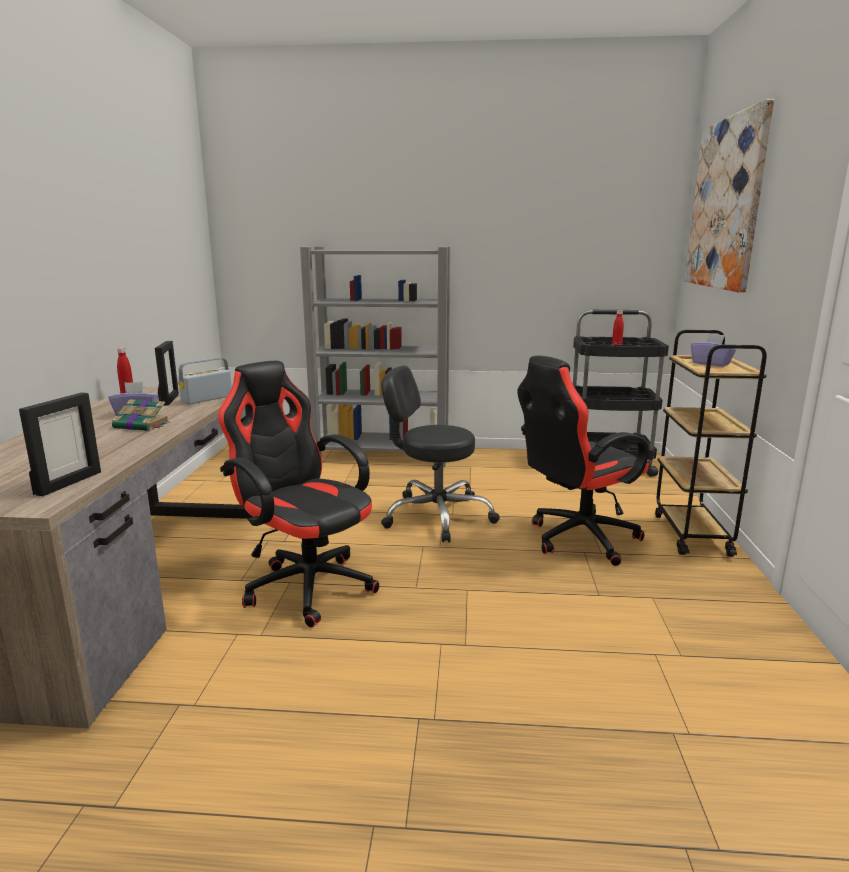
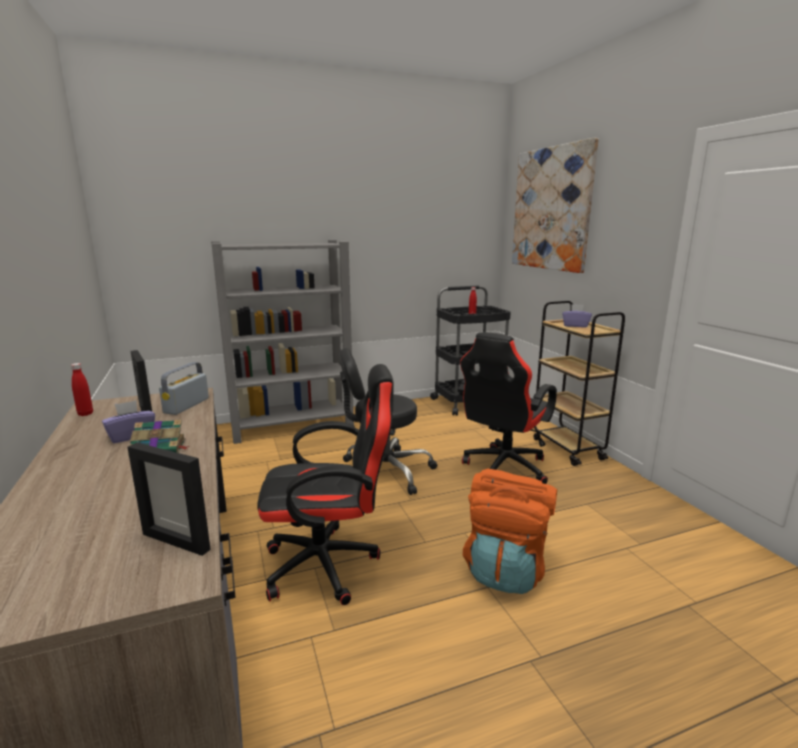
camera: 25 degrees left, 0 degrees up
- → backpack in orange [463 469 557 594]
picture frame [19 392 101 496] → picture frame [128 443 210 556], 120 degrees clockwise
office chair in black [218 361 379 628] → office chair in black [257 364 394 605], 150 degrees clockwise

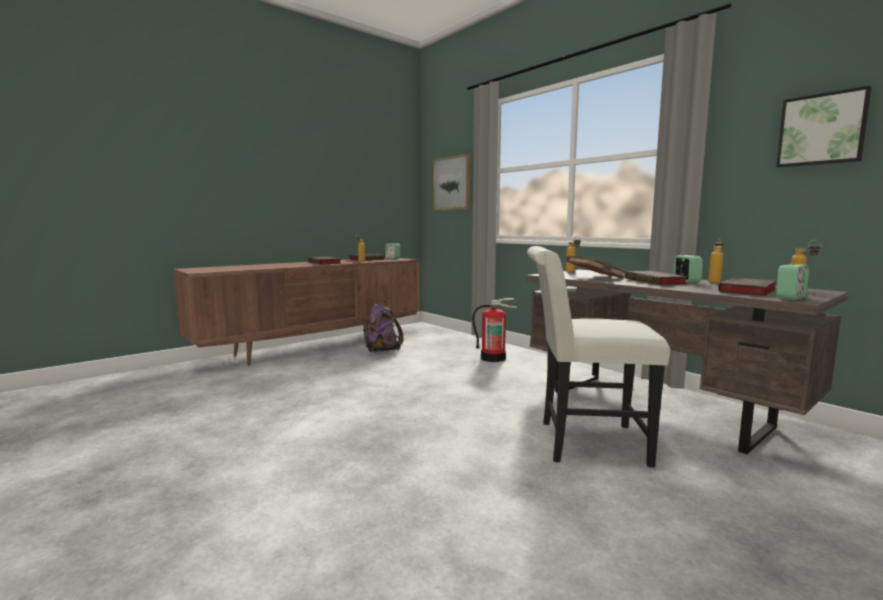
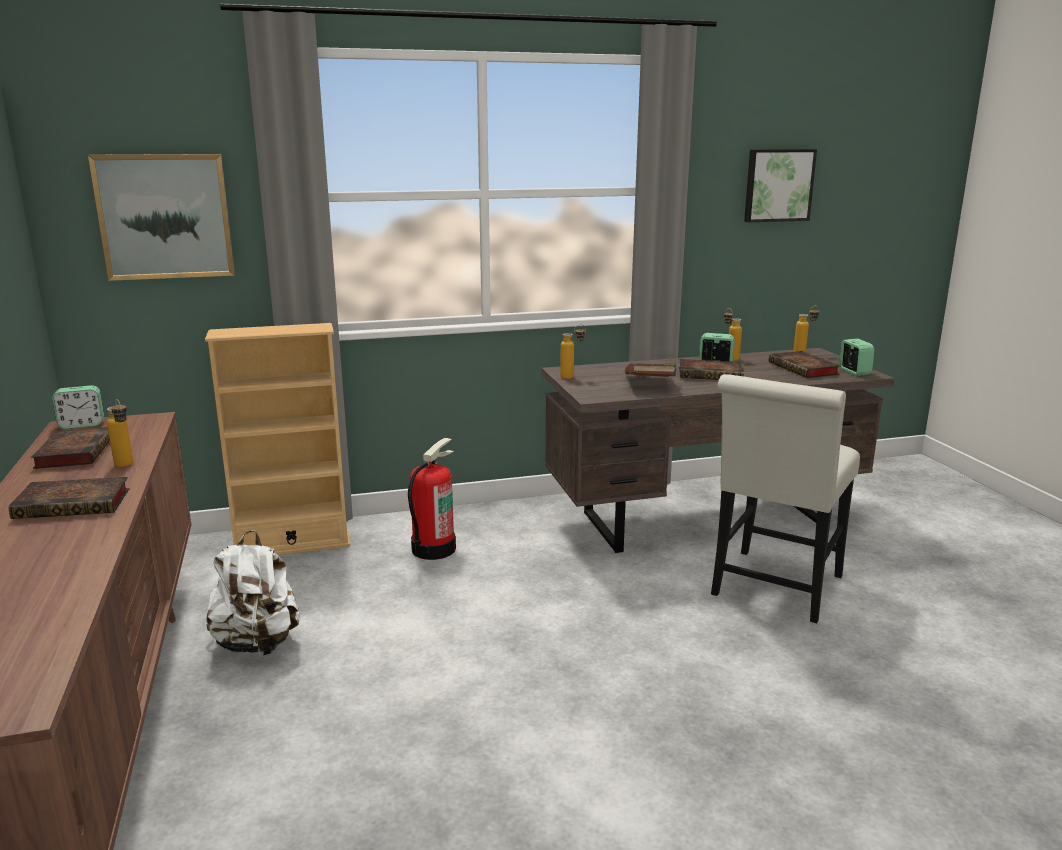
camera: 65 degrees left, 10 degrees up
- → bookcase in beige [205 323 350 555]
backpack in purple [363 300 404 352] → backpack in white [206 530 300 656]

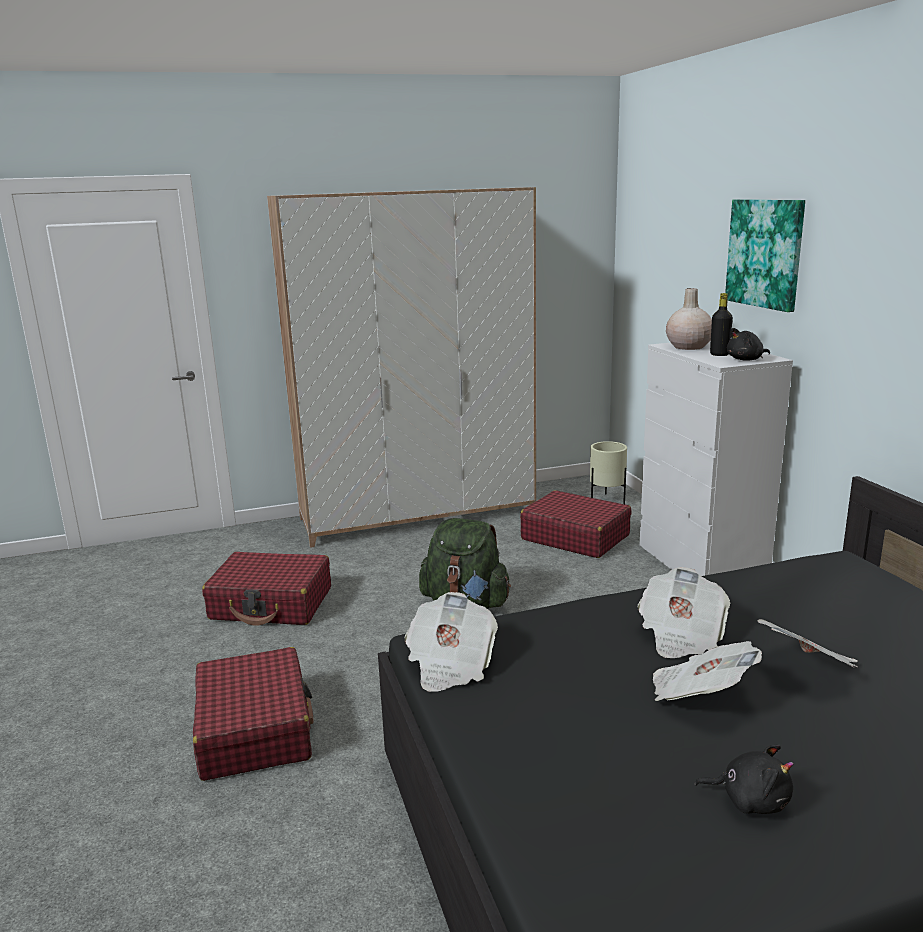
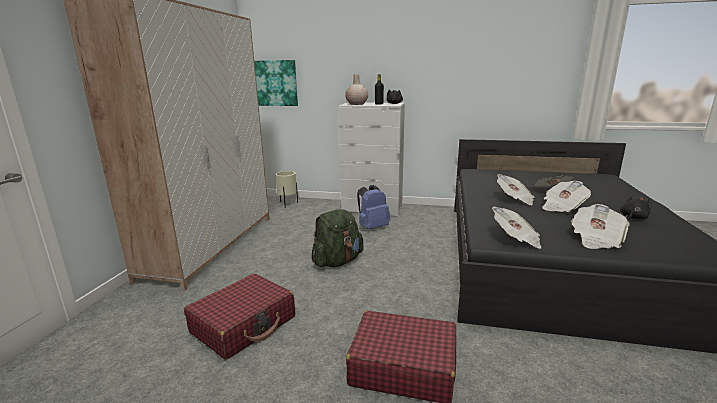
camera: 60 degrees left, 0 degrees up
suitcase in red [520 490 632 558] → -
- → backpack in blue [357 185 390 229]
- → newspaper [571 204 630 249]
picture [725 199 805 312] → picture [254 60 298 106], shifted

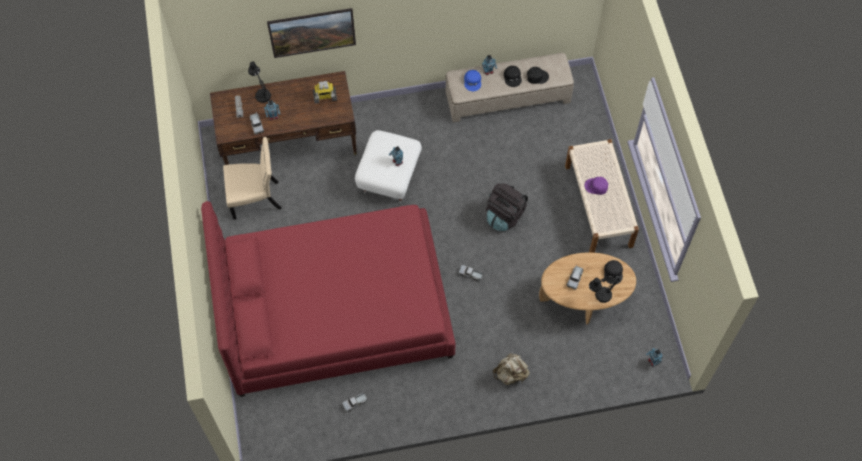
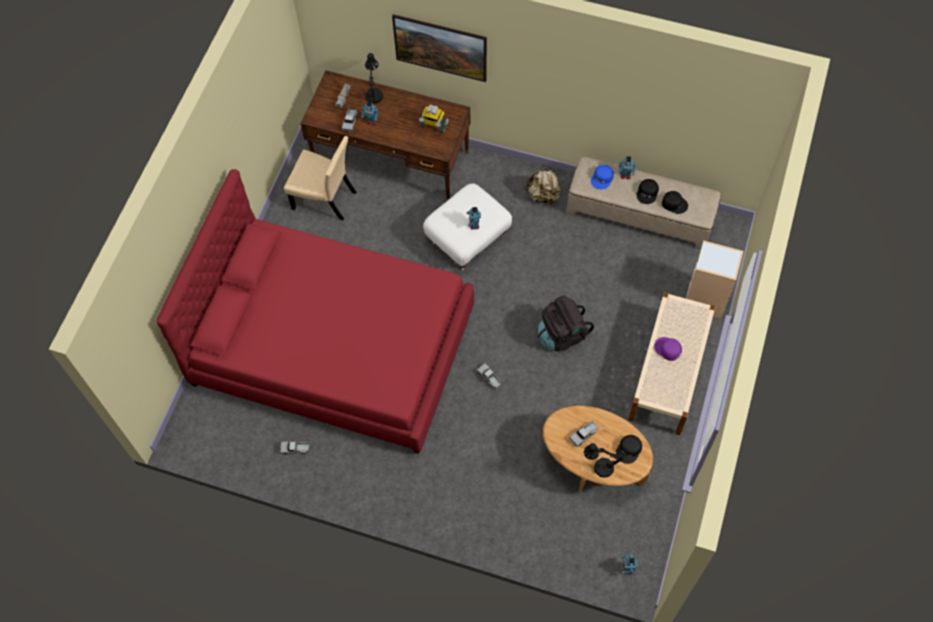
camera: 30 degrees right, 0 degrees up
- → bookcase [686 240 743 319]
backpack in beige [493 353 530 385] → backpack in beige [526 167 561 205], shifted

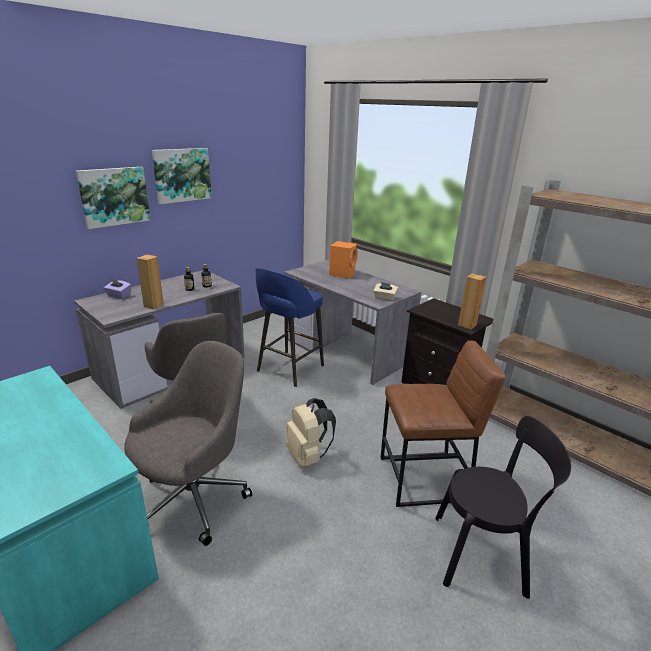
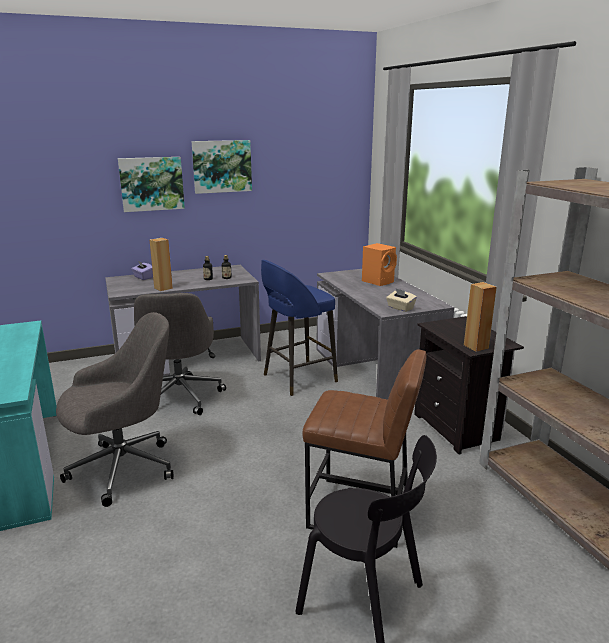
camera: 25 degrees right, 5 degrees down
backpack in beige [286 398 336 467] → -

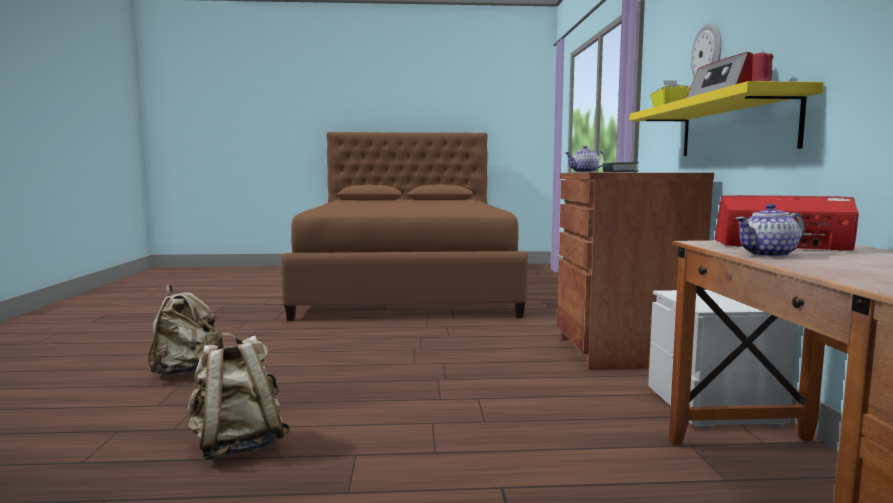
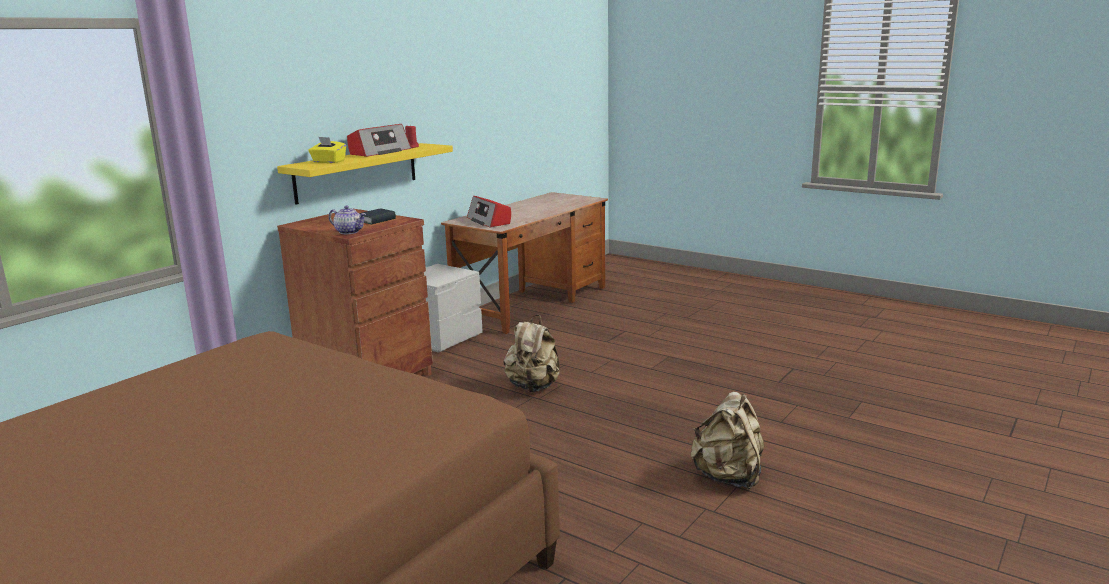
camera: 140 degrees left, 10 degrees up
wall clock [691 23 722 78] → -
teapot [735 204 805 257] → -
backpack in beige [188 333 290 460] → backpack in beige [504 315 560 392], shifted

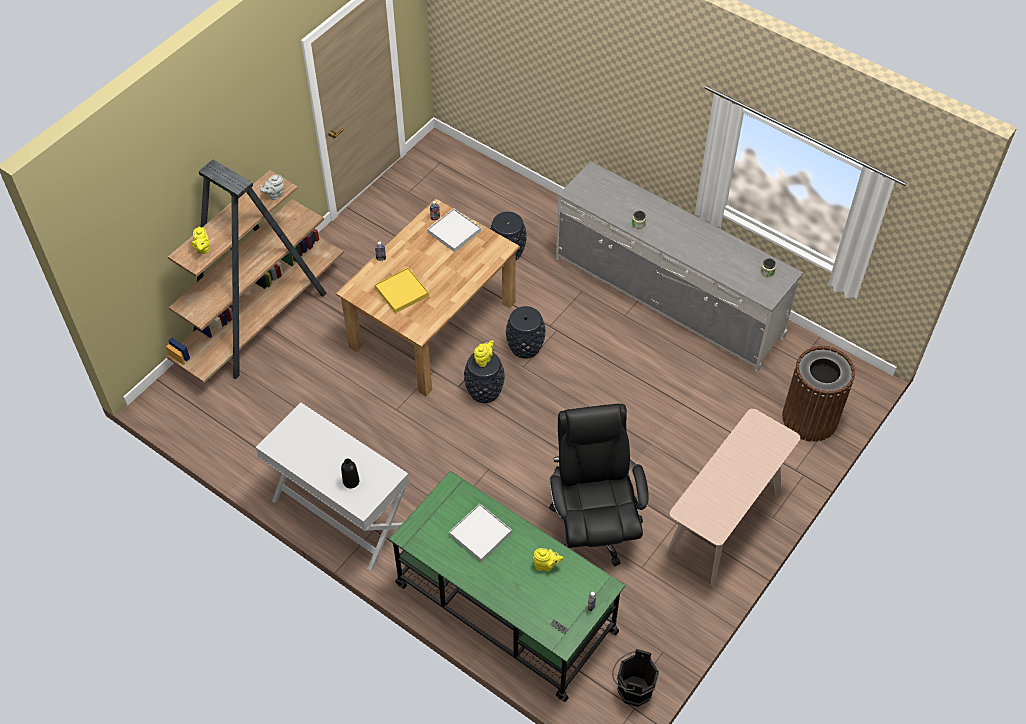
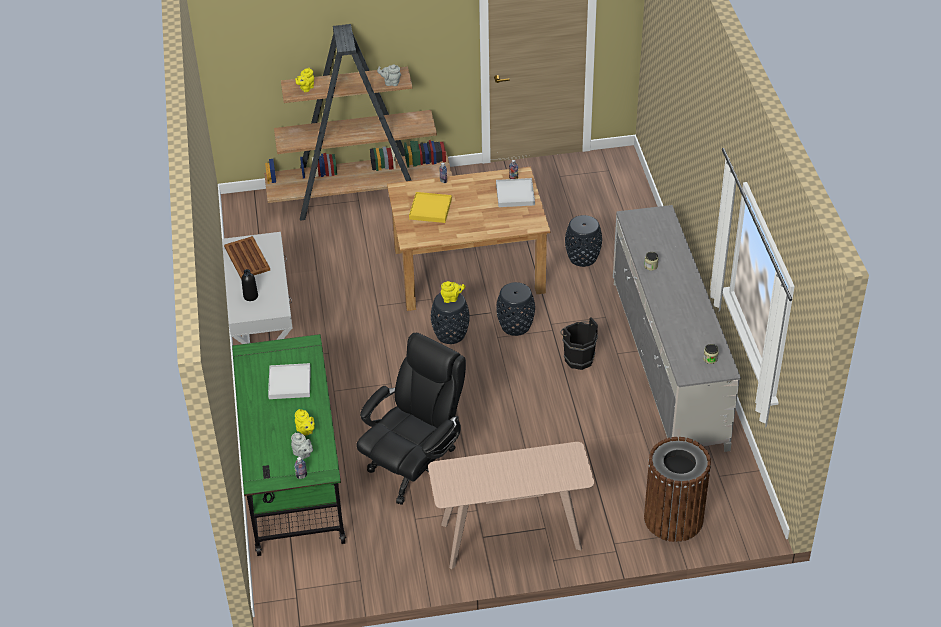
camera: 45 degrees right, 10 degrees down
- → tray in brown [224 236 270 279]
- → teapot in grey [291 432 313 460]
bucket in black [612 649 659 707] → bucket in black [560 317 598 370], shifted

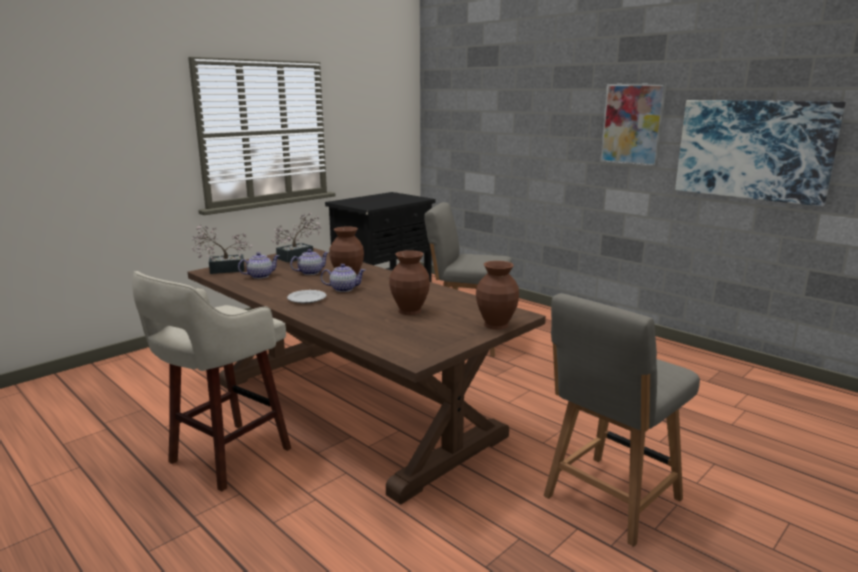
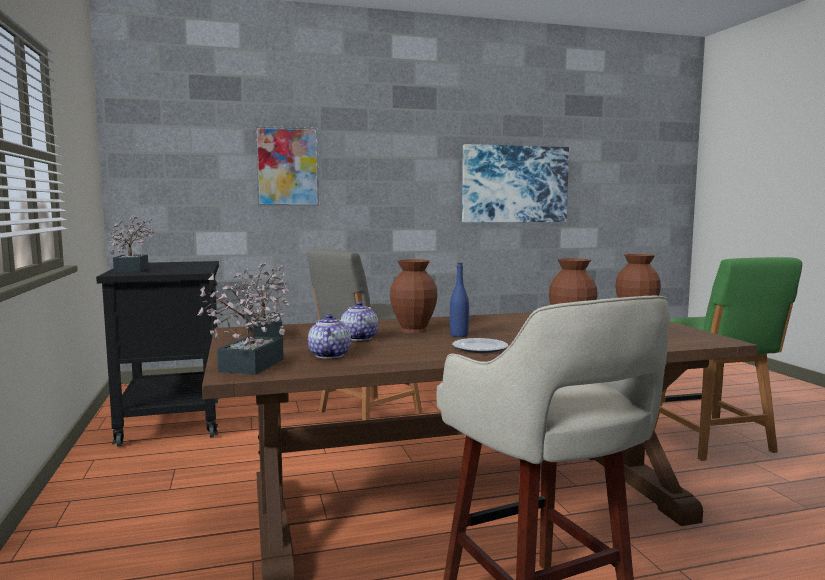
camera: 60 degrees left, 10 degrees down
- → potted plant [109 216 155 272]
picture [600 83 667 167] → picture [255 126 319 206], shifted
teapot [321 264 365 292] → bottle in blue [450 263 469 337]
chair in grey [544 293 700 547] → chair in green [654 257 802 461]

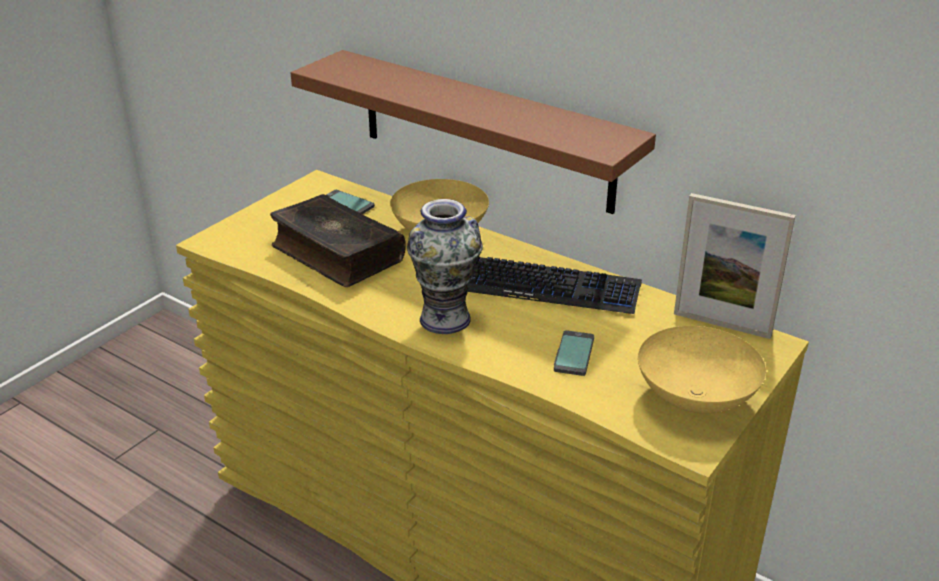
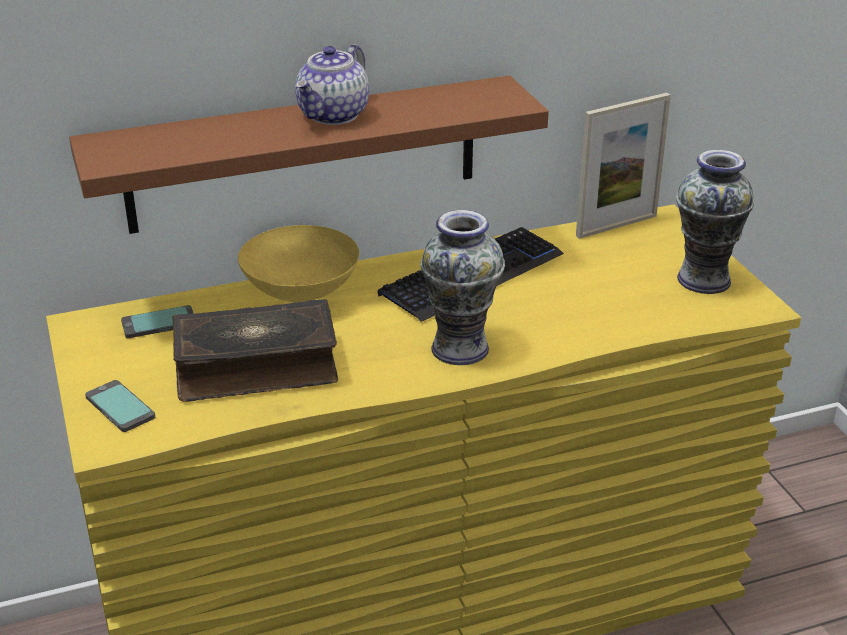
camera: 55 degrees left, 0 degrees up
- → teapot [295 44 369 125]
phone [554 330 594 376] → phone [85 380 155 432], shifted
bowl in yellow [638 326 766 414] → vase [676 150 754 294]

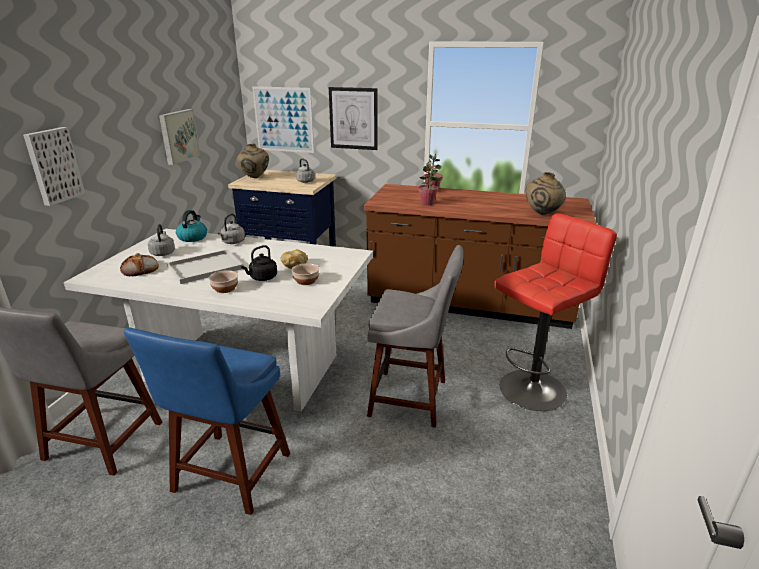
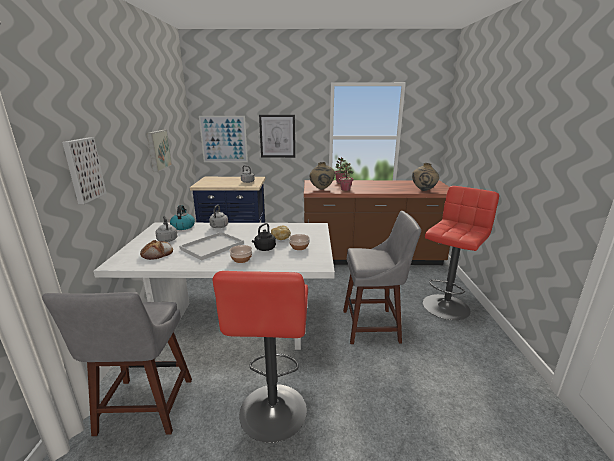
camera: 15 degrees left, 5 degrees down
vase in beige [237 144 269 178] → vase in beige [310 162 335 190], shifted
chair in blue [124 327 290 515] → stool in red [213 271 308 443]

